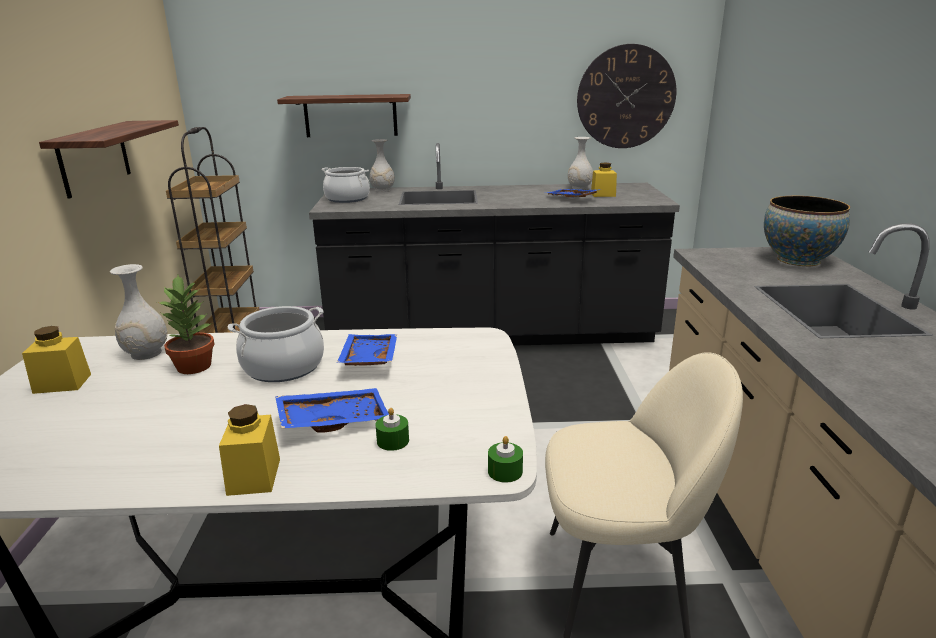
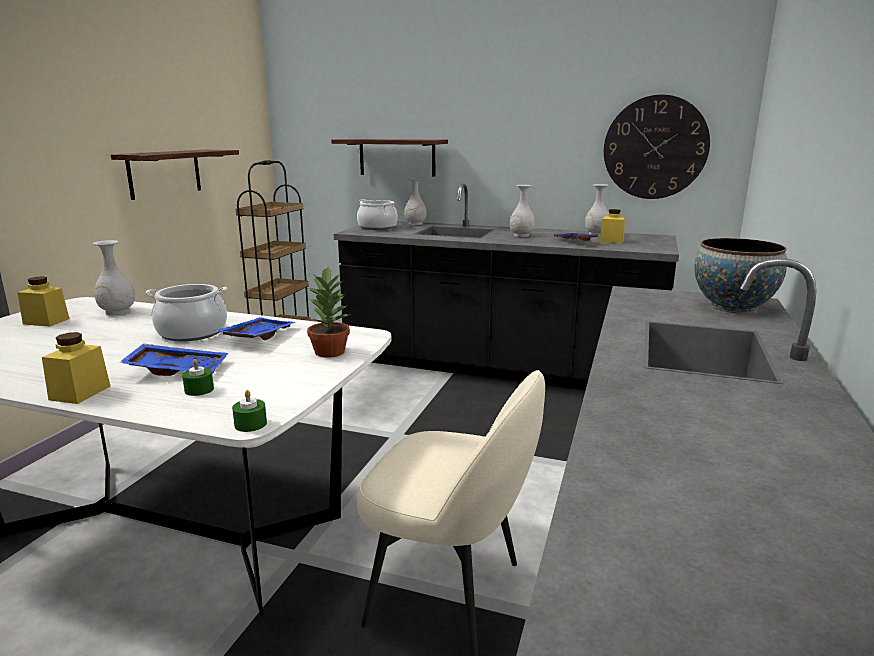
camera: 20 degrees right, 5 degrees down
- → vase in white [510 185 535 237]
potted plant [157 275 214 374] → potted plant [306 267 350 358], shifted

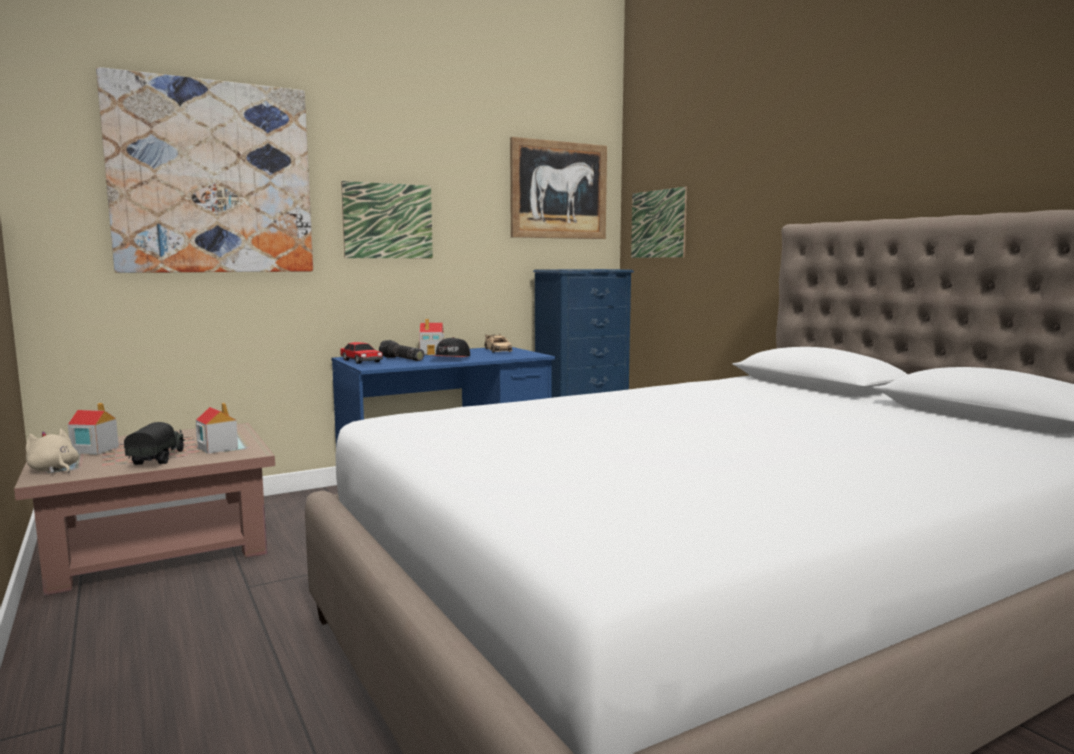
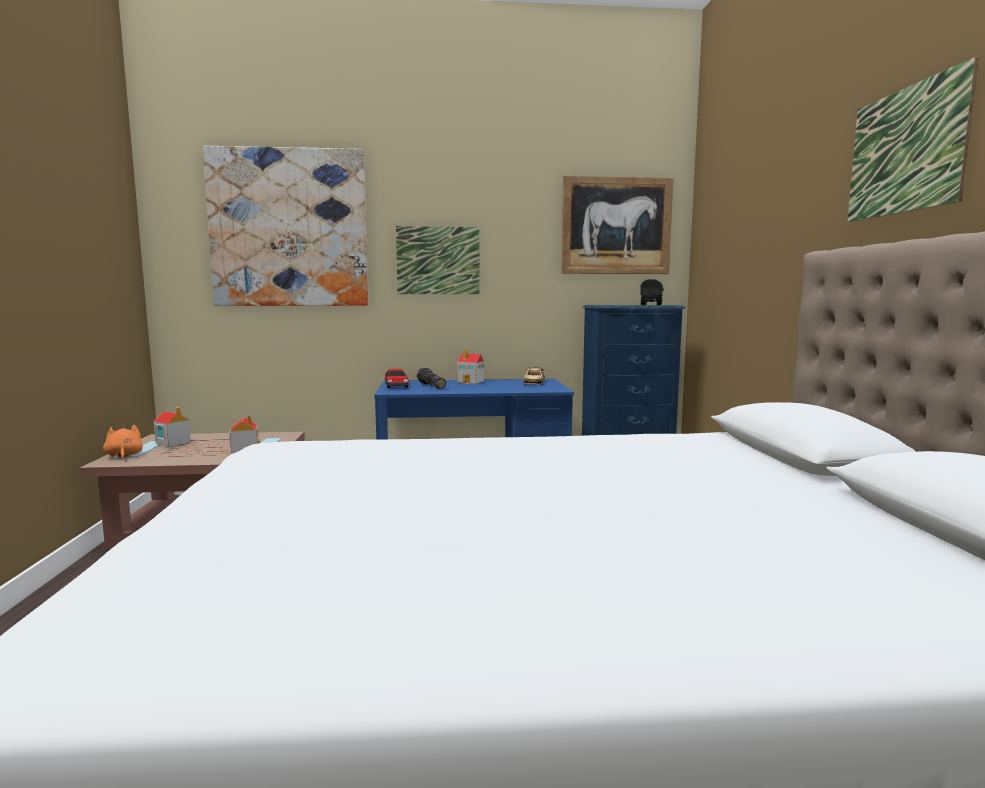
camera: 25 degrees right, 0 degrees up
cap [434 337 470 357] → -
toy truck [124 422 185 465] → toy truck [640 279 664 305], shifted
picture [631 187 687 258] → picture [847 57 979 222], shifted
plush toy in beige [26 429 79 473] → plush toy in orange [103 425 143 460]

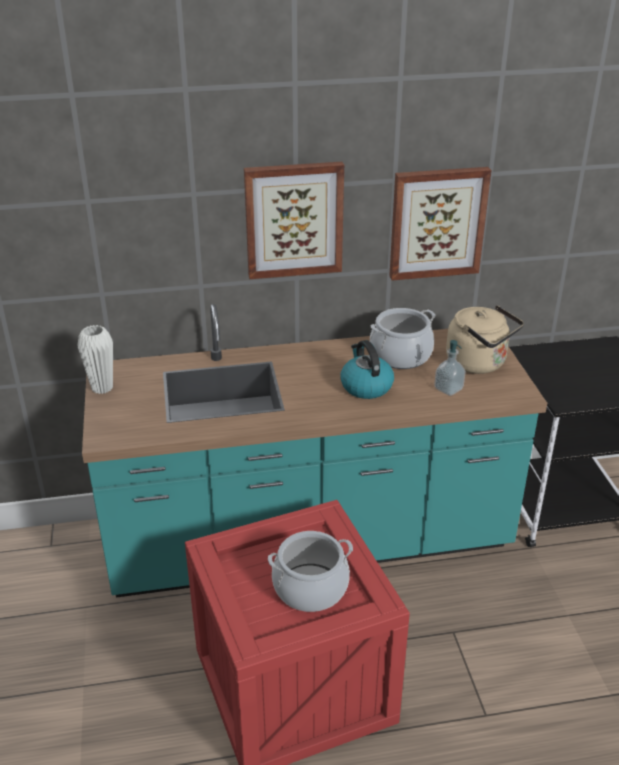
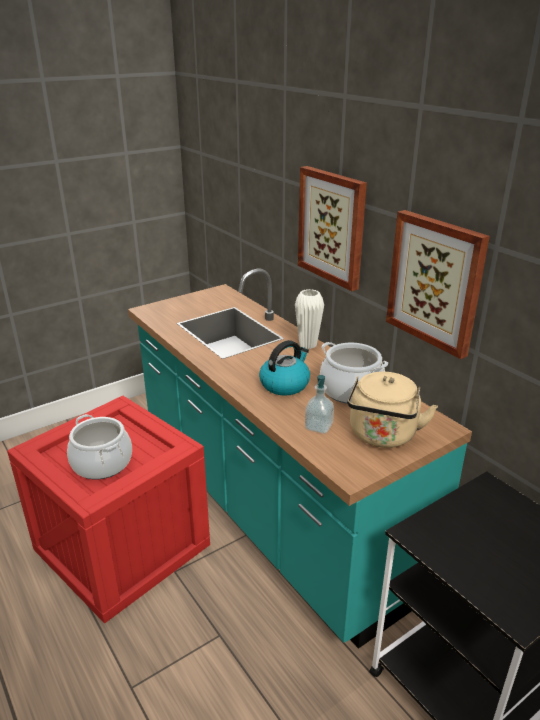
camera: 65 degrees right, 5 degrees down
vase in white [77 325 113 394] → vase in white [295 289 324 349], shifted

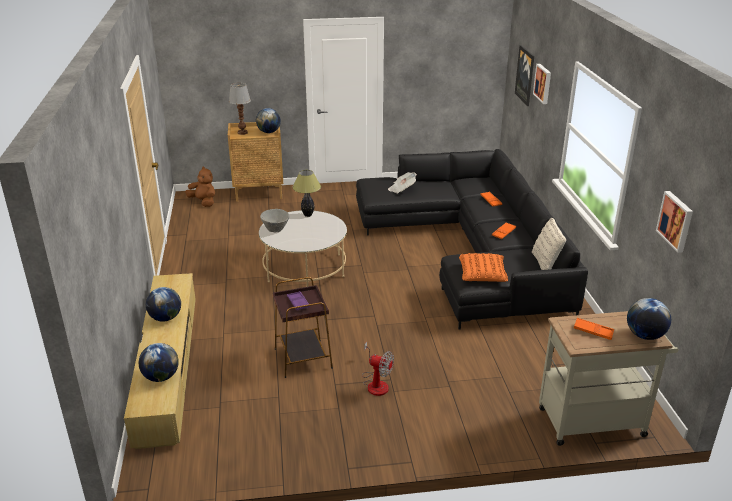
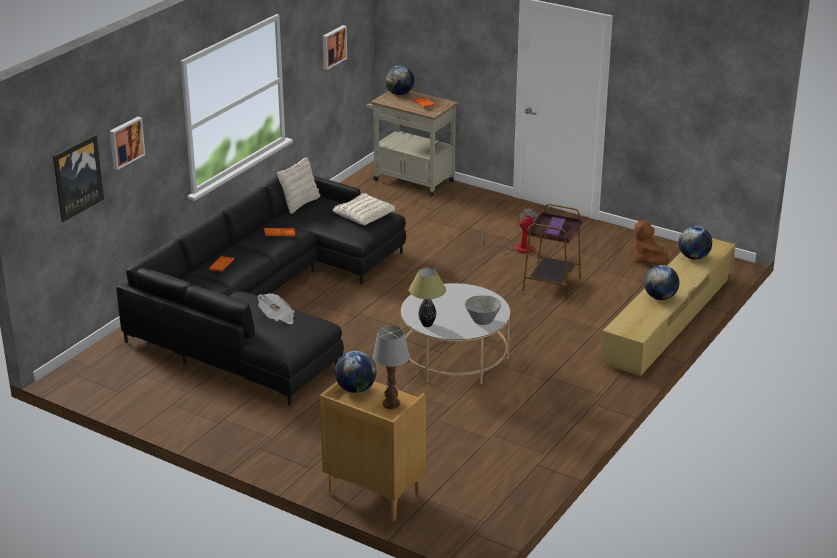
camera: 140 degrees left, 0 degrees up
plush toy in brown [185 166 215 207] → plush toy in brown [634 219 668 265], shifted
pillow in orange [459 253 508 282] → pillow in beige [333 194 395 225]
fan [362 342 394 396] → fan [480 209 538 254], 60 degrees clockwise

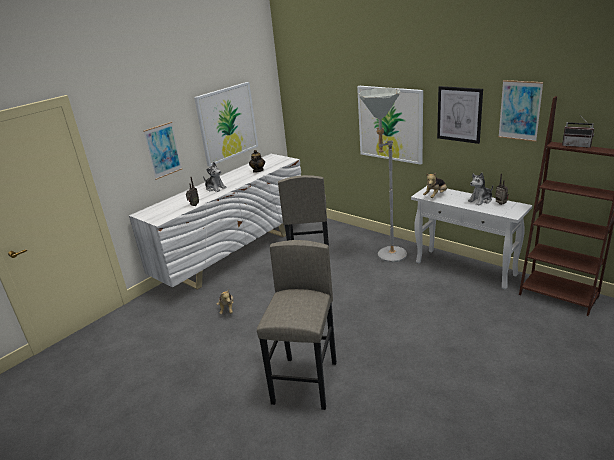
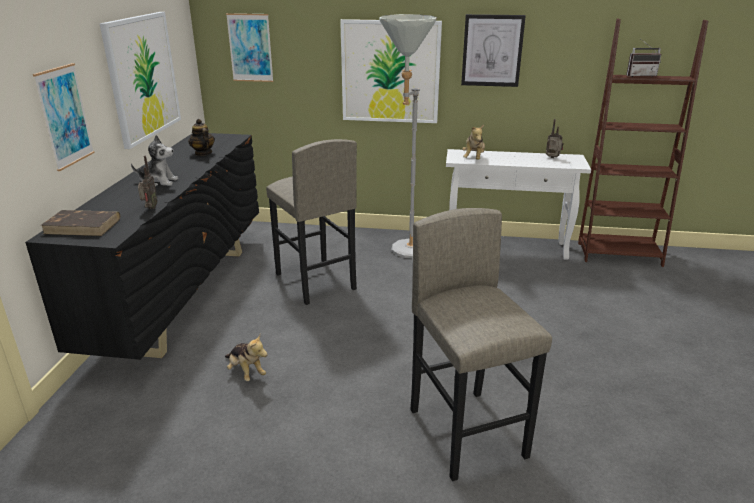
camera: 35 degrees left, 0 degrees up
plush toy [468 173 493 205] → -
- → book in brown [40 210 120 236]
picture [498 80 543 142] → picture [226 13 274 82], shifted
cabinet in white [129 154 301 289] → cabinet in black [25 133 259 360]

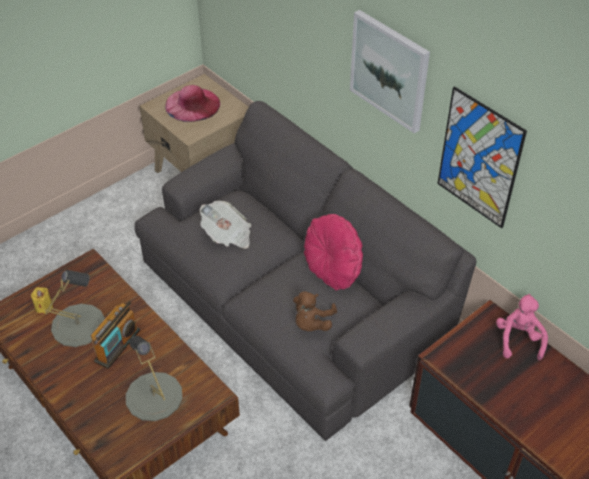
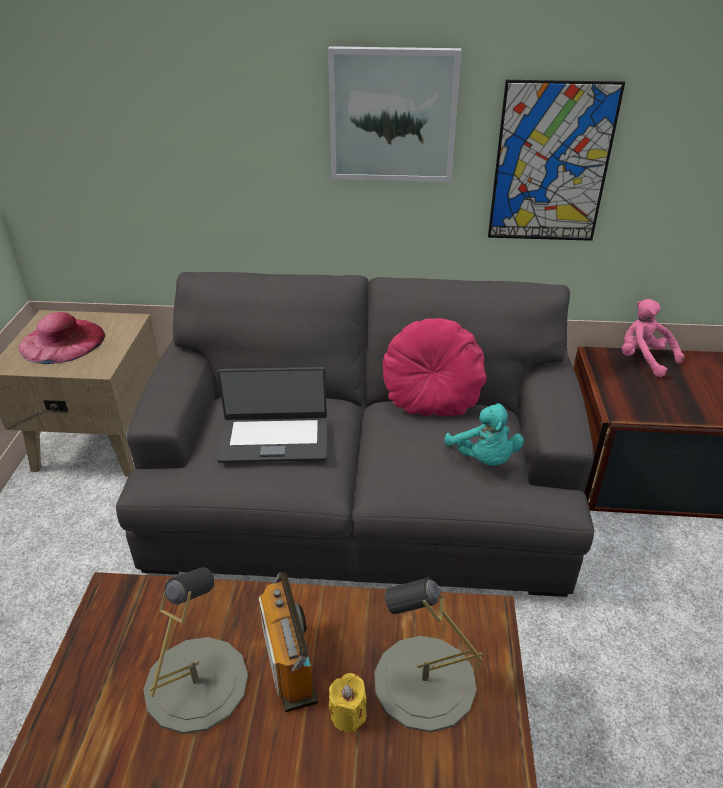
camera: 45 degrees left, 10 degrees down
candle in yellow [31 287 53 314] → candle in yellow [329 673 366 733], shifted
newspaper [200 201 251 249] → laptop [217 367 327 463]
plush toy in brown [293 291 337 331] → plush toy in turquoise [444 403 524 466]

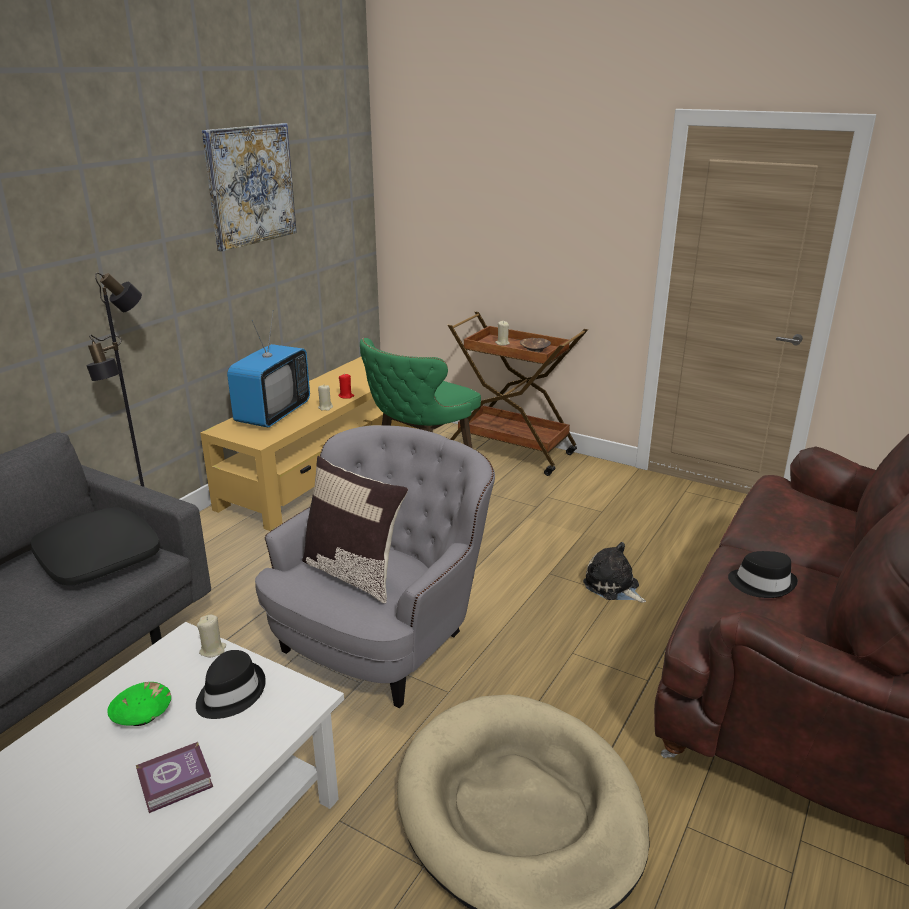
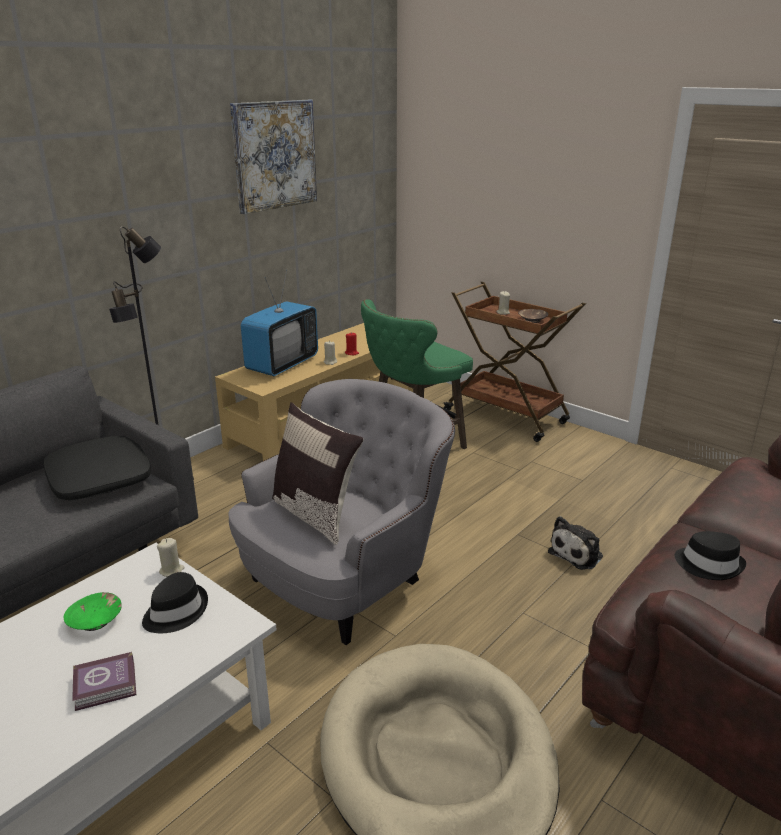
camera: 10 degrees right, 0 degrees up
plush toy [583 542 646 603] → plush toy [548 516 603 570], 105 degrees counterclockwise

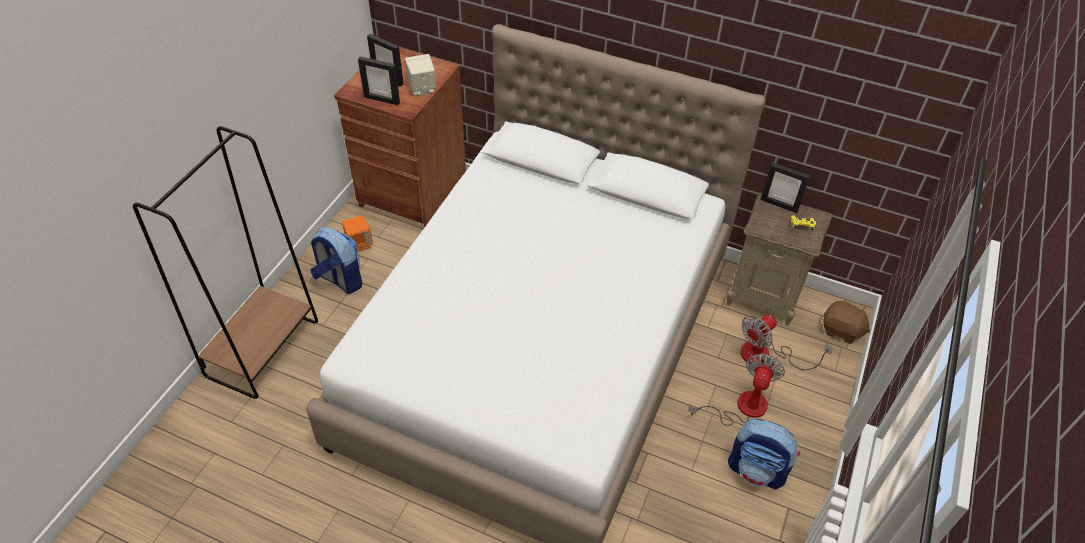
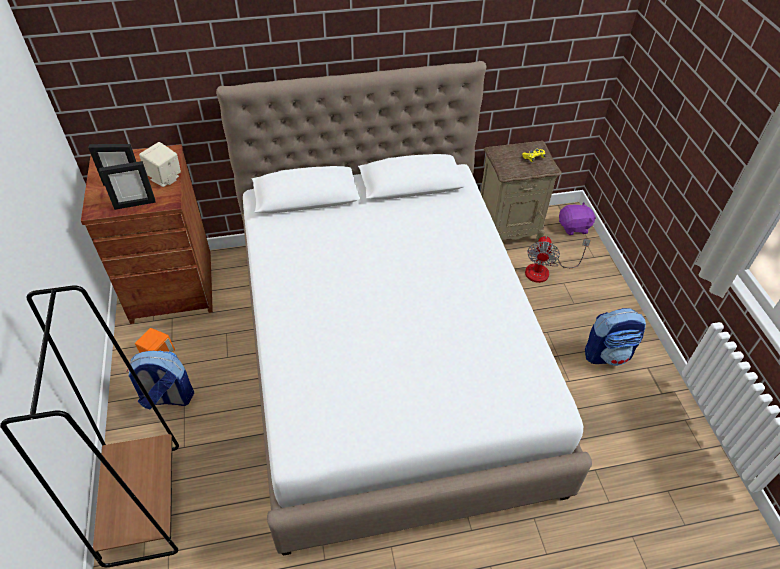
camera: 35 degrees left, 0 degrees up
fan [688 354 785 426] → -
picture frame [760 162 810 213] → -
plush toy in brown [823 301 870 344] → plush toy in purple [559 202 596 235]

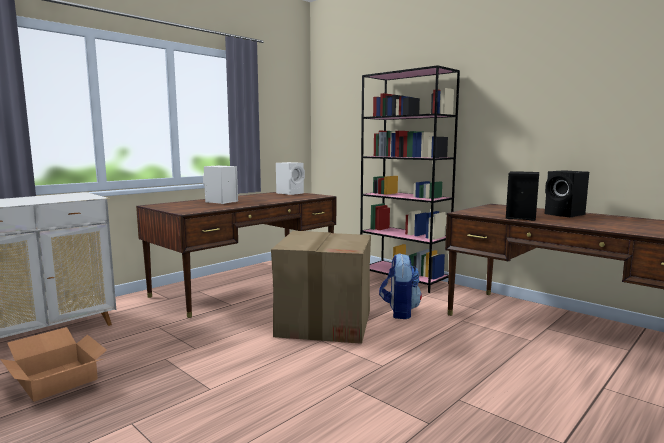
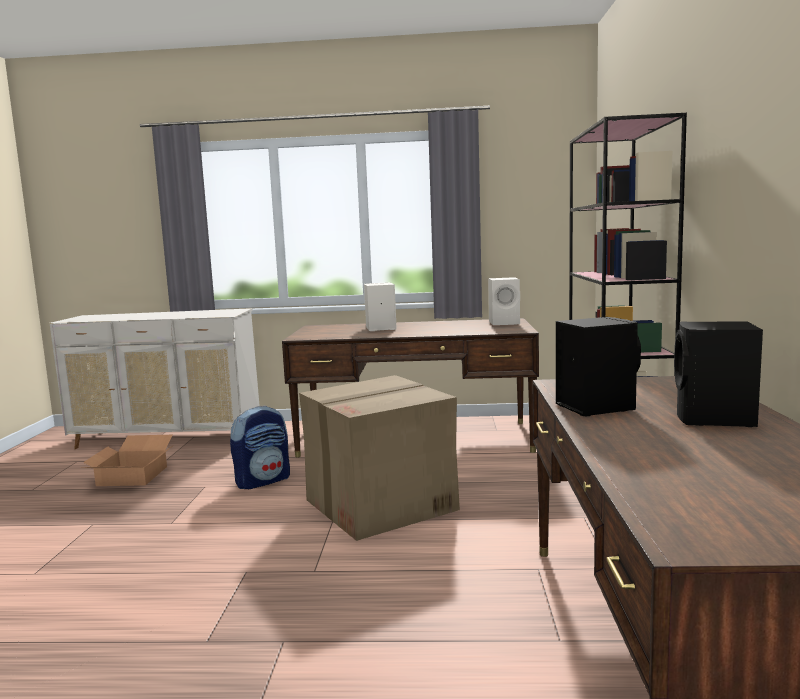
camera: 50 degrees right, 0 degrees up
backpack [379 253 422 319] → backpack [230 405 290 489], shifted

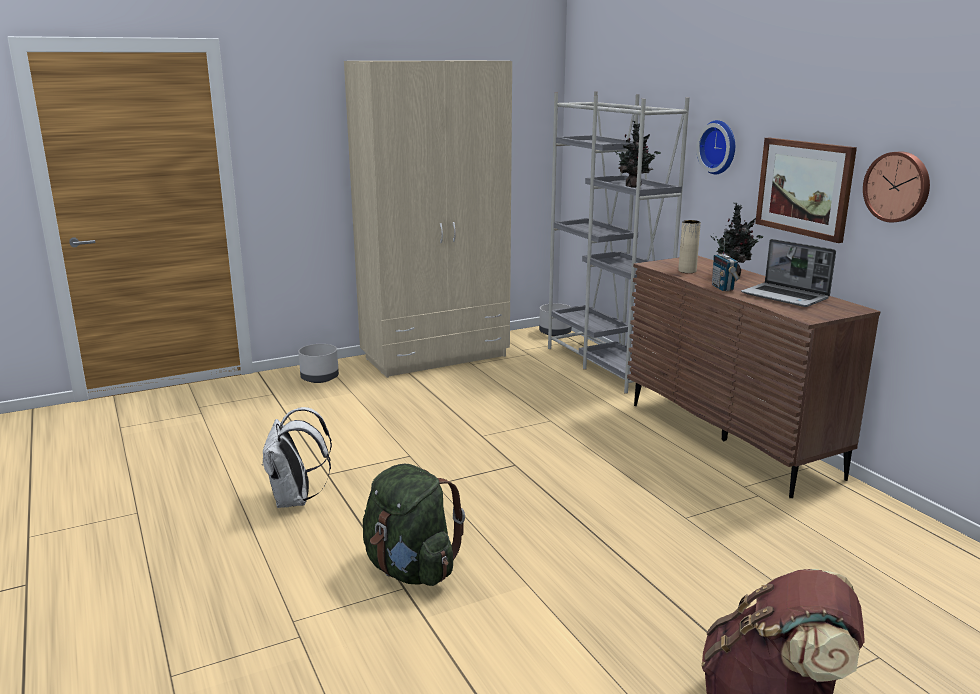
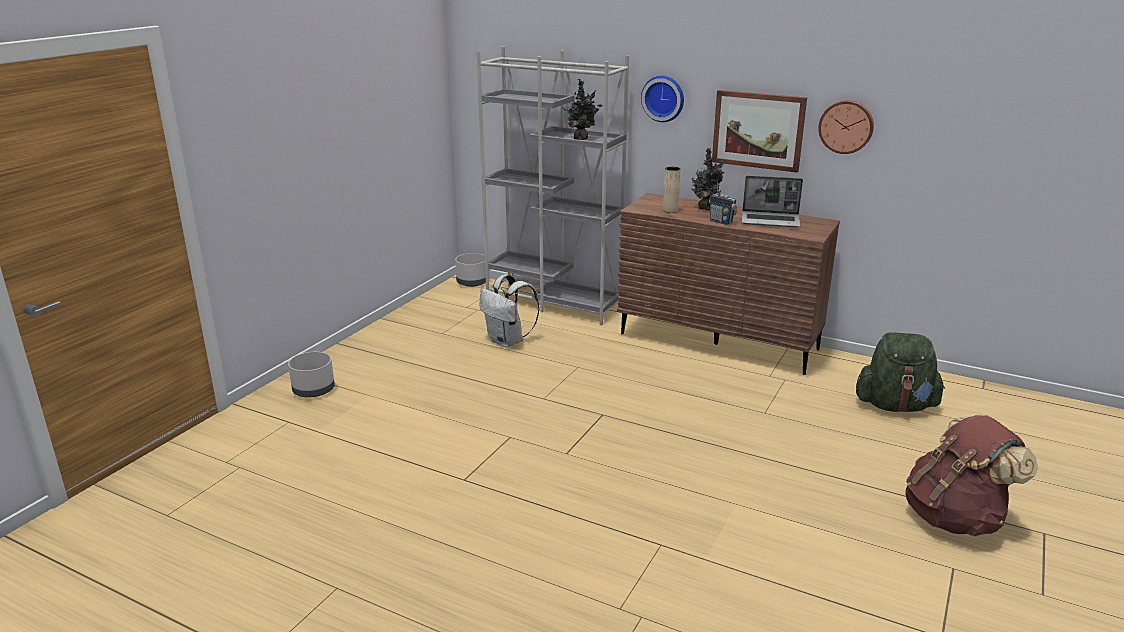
camera: 35 degrees left, 5 degrees up
wardrobe in beige [344 61 512 378] → -
backpack in white [262 407 332 508] → backpack in white [480 274 540 348], shifted
backpack in green [363 464 465 586] → backpack in green [856 332 945 412], shifted

